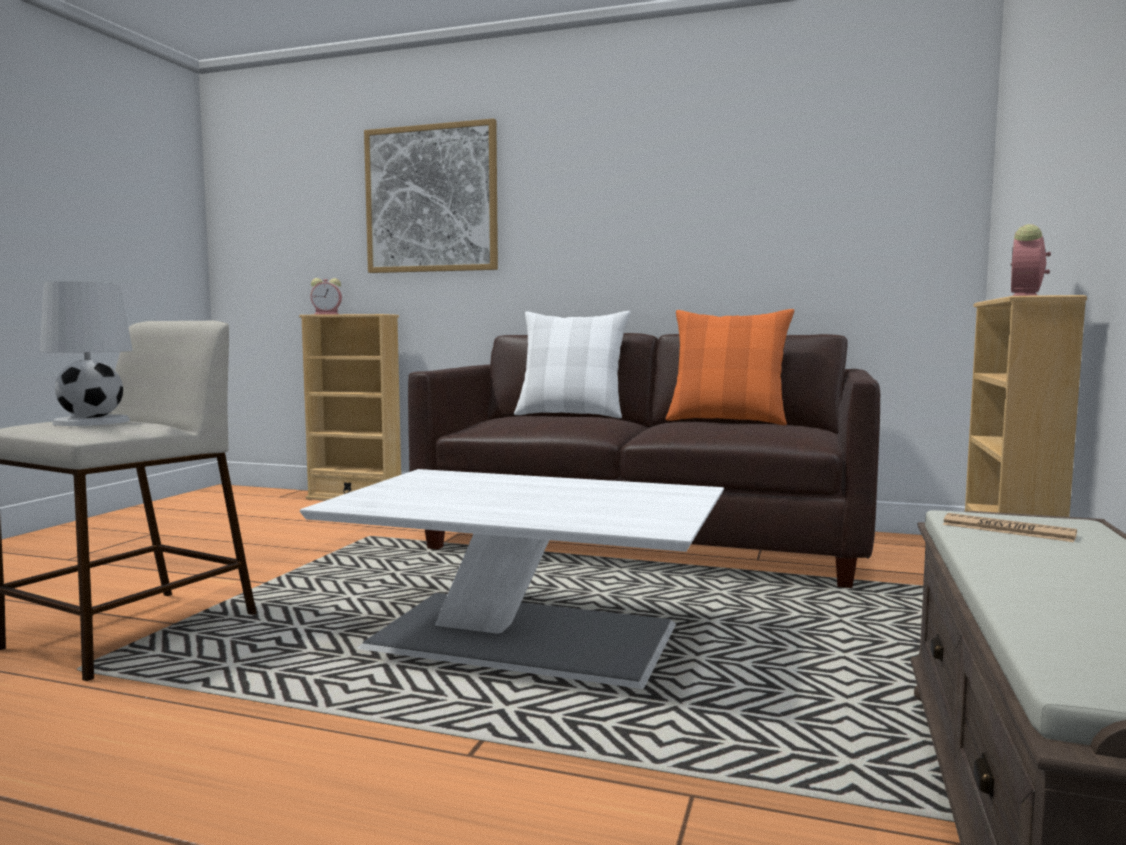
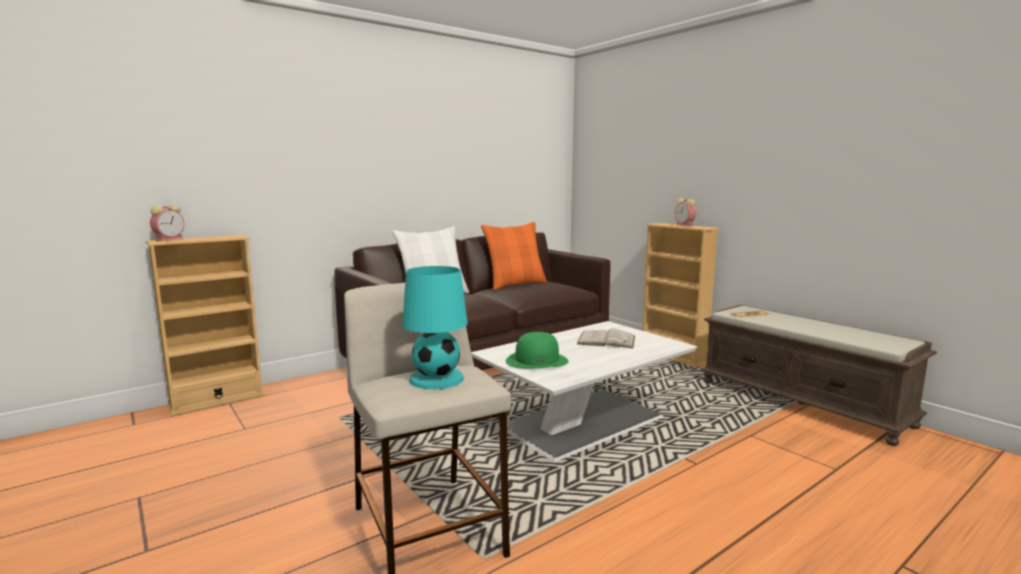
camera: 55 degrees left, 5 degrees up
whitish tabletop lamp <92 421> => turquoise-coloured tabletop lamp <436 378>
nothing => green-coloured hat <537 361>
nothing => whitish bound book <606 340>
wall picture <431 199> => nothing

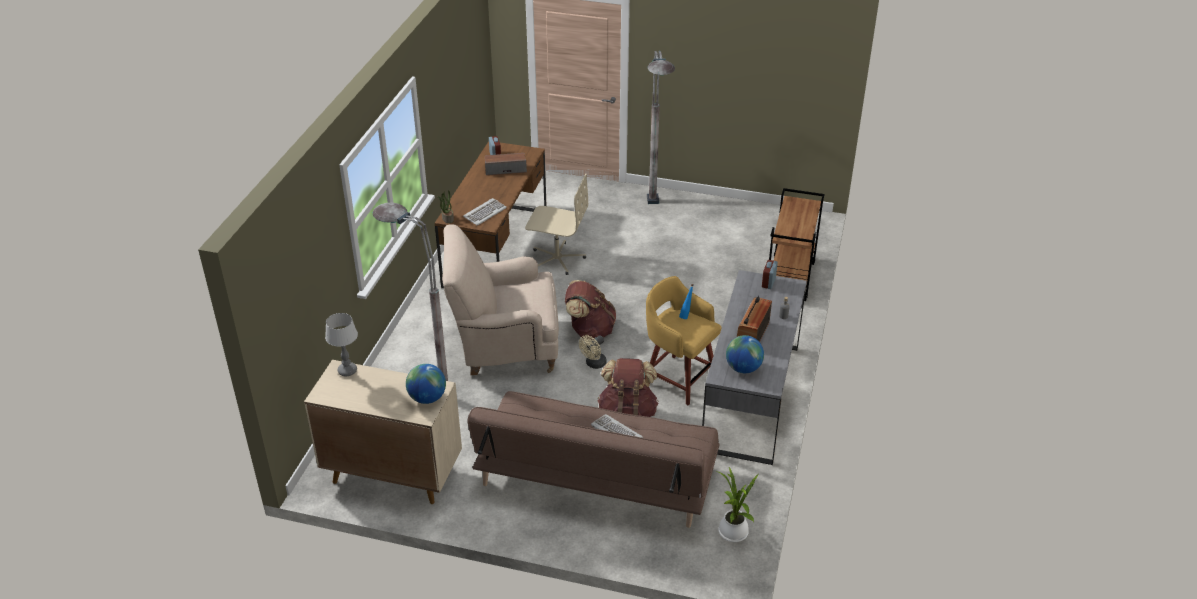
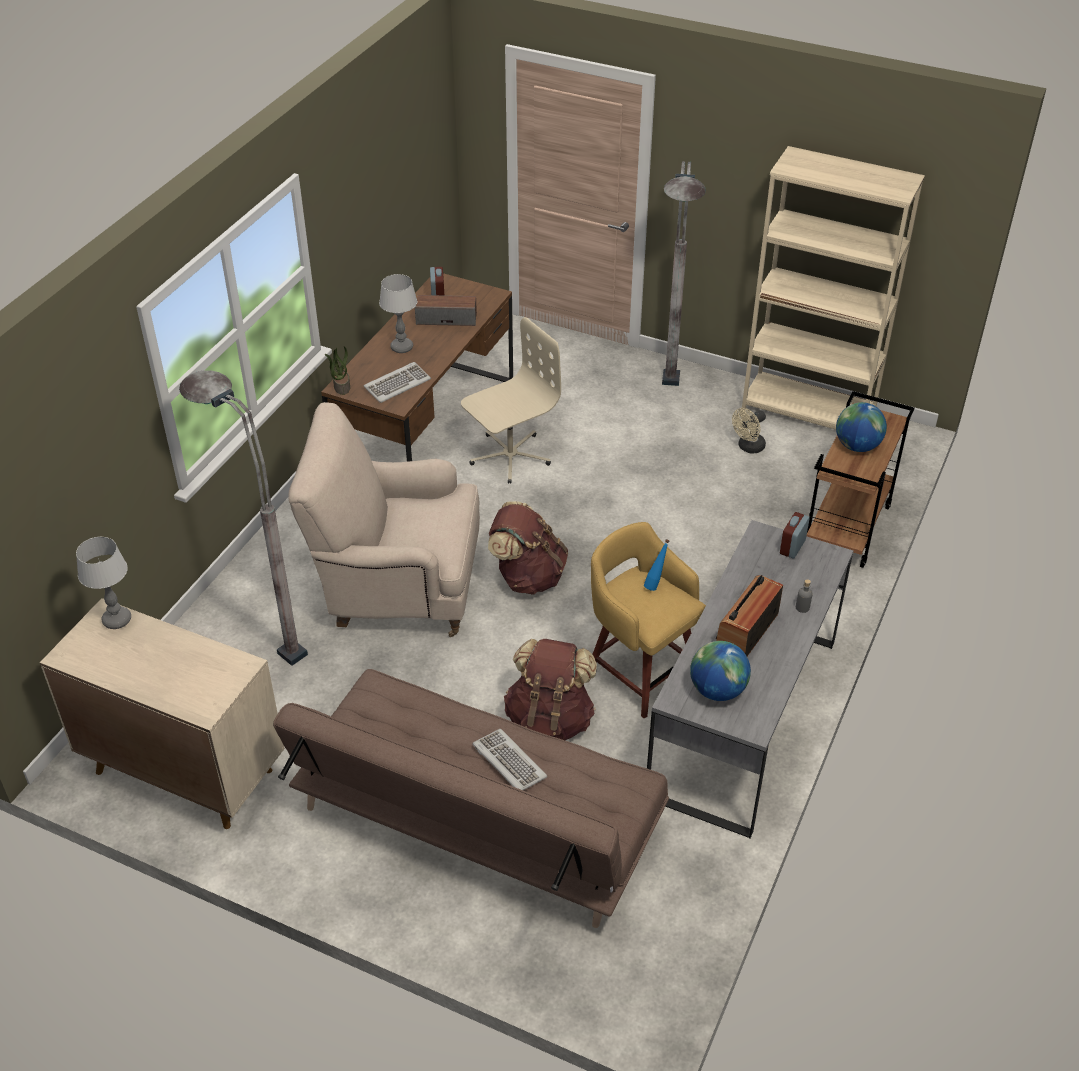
camera: 10 degrees right, 5 degrees up
nothing => tabletop lamp <402 347>
beige-coloured computer chair <557 259> => beige-coloured computer chair <509 456>, 60 degrees counterclockwise
beige-coloured cooling fan <594 364> => beige-coloured cooling fan <748 447>, relocated
nothing => beige-coloured bookshelf <808 412>
globe <427 398> => globe <857 446>, relocated
potted plant <733 534> => nothing

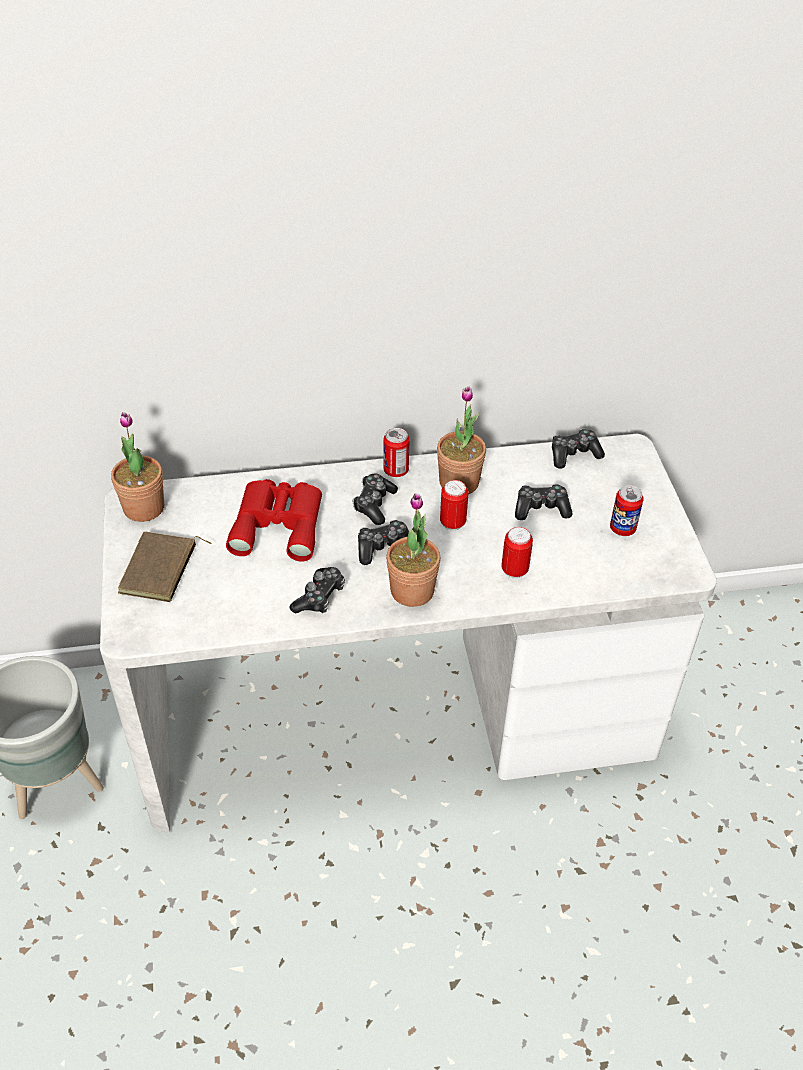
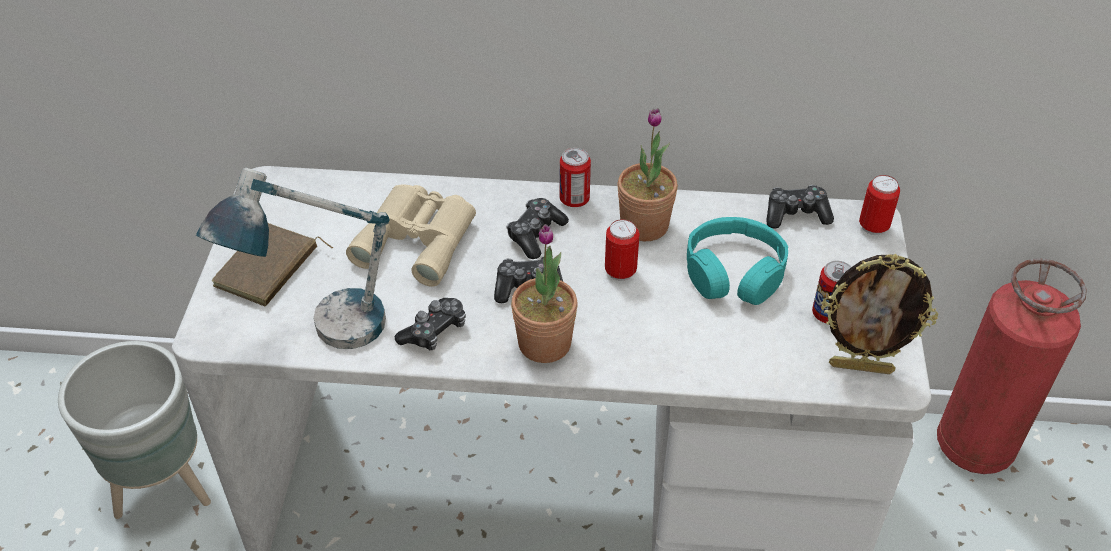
camera: 15 degrees right, 0 degrees up
nothing => tabletop lamp <321 334>
red-coloured binoculars <279 523> => beige-coloured binoculars <419 238>
game controller <541 508> => turquoise-coloured headset <734 272>
nothing => standing frame <861 367>
can <514 570> => can <873 227>, relocated
nothing => fire extinguisher <974 446>
potted plant <144 508> => nothing

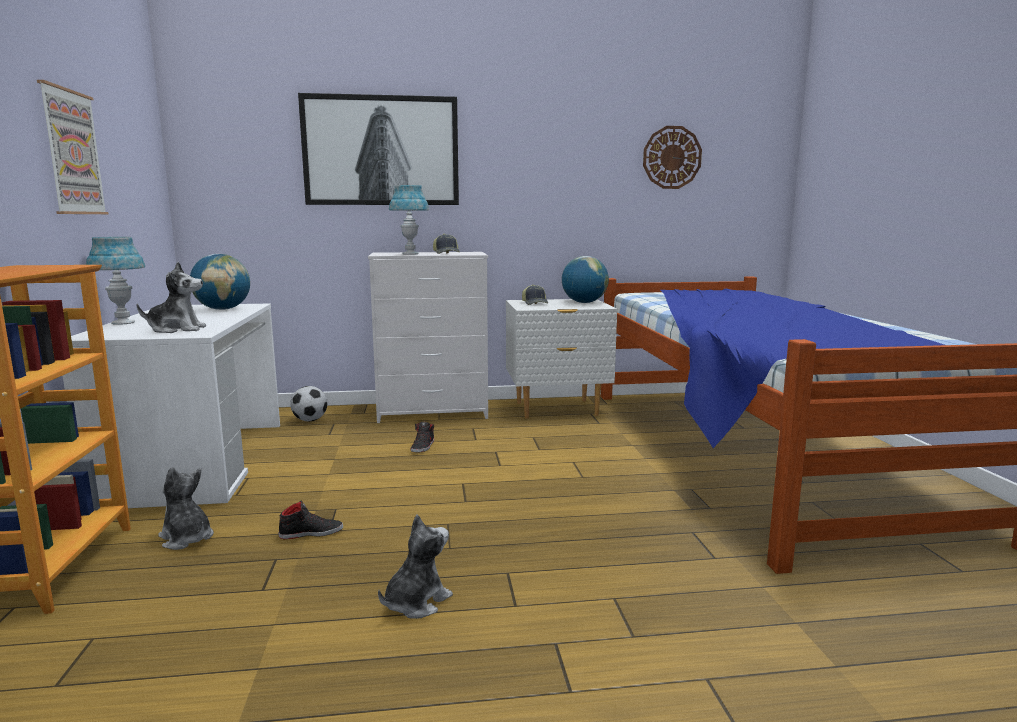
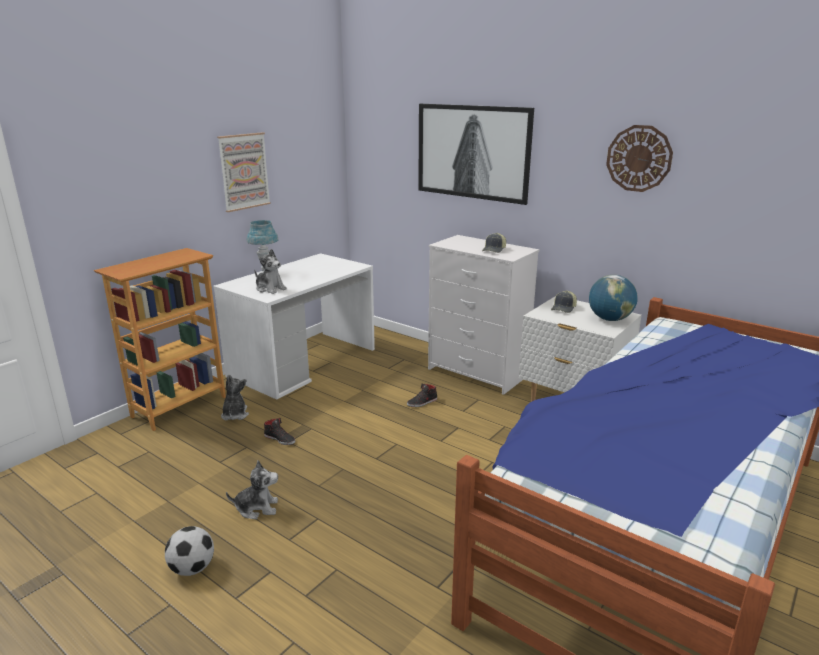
camera: 45 degrees right, 10 degrees up
football ball <310 420> => football ball <192 568>, relocated
hanging clock <672 157> => hanging clock <639 158>, relocated
globe <223 309> => nothing
blue-coloured tabletop lamp <410 254> => nothing

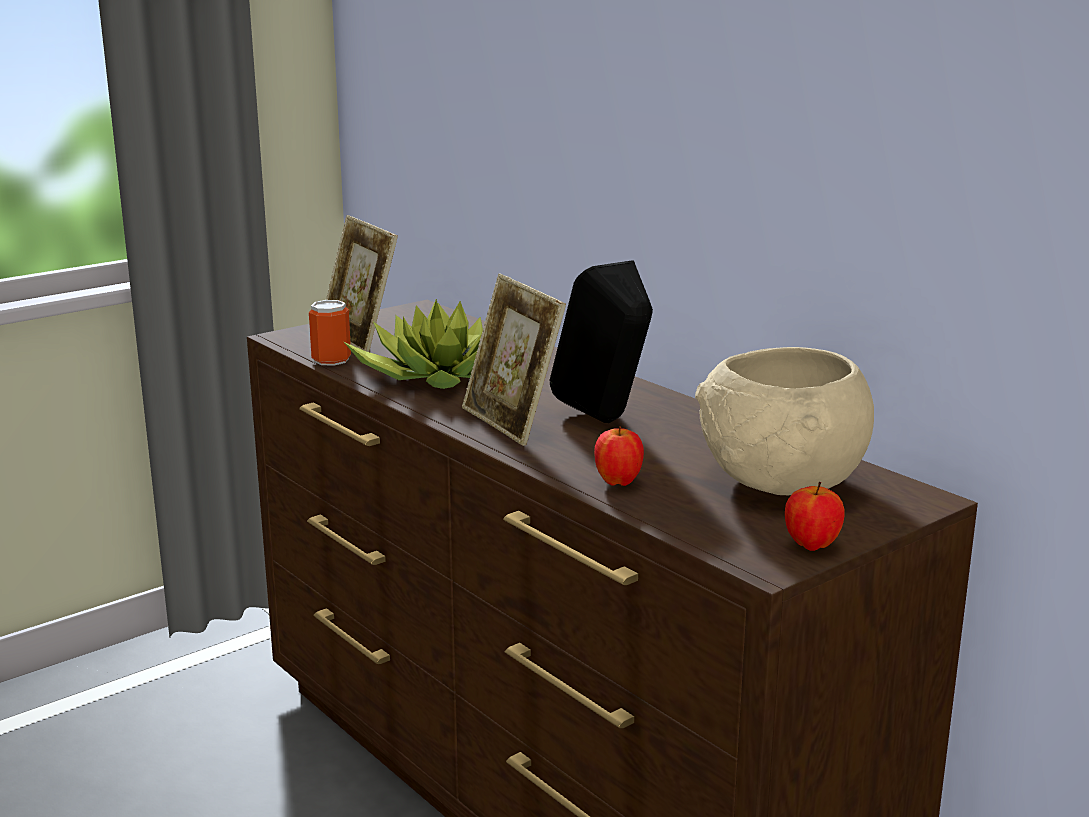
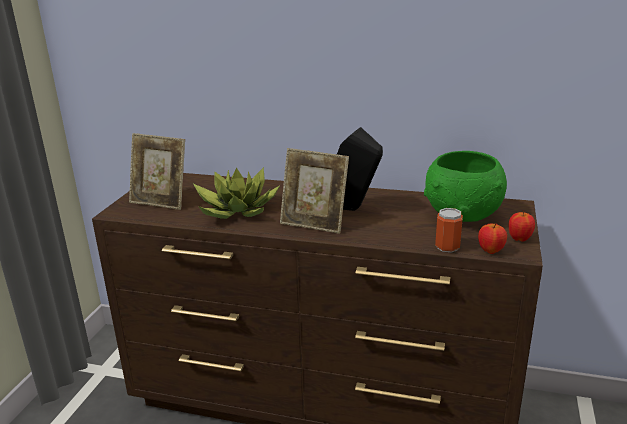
camera: 35 degrees left, 5 degrees up
beige-coloured deep dish <782 483> => green-coloured deep dish <463 215>
can <331 360> => can <447 247>, relocated
apple <618 482> => apple <490 251>, relocated

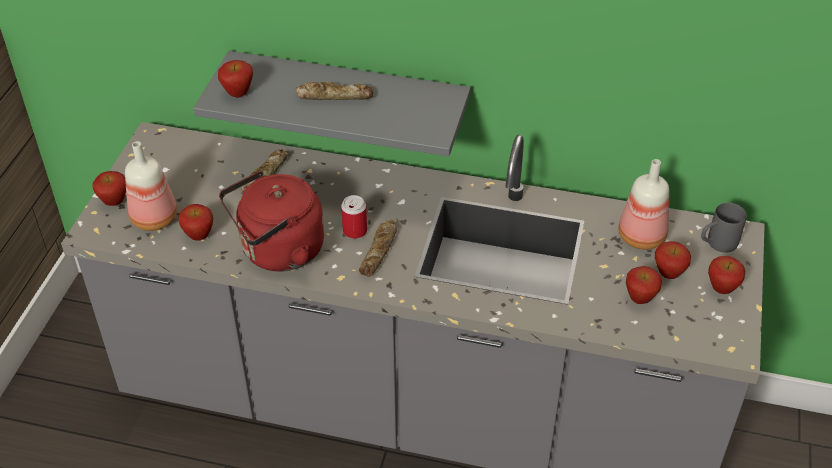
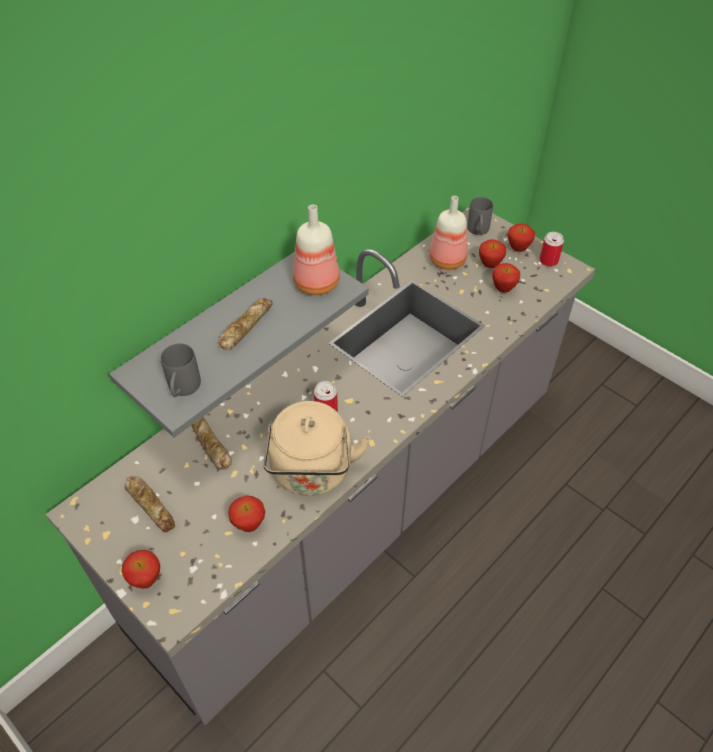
camera: 60 degrees left, 5 degrees up
bread <379 251> => bread <151 505>, relocated
apple <238 94> => grey tea mug <183 390>
red-coloured kettle <278 252> => beige-coloured kettle <312 473>
drink bottle <154 217> => drink bottle <315 283>, relocated
nothing => can <548 261>

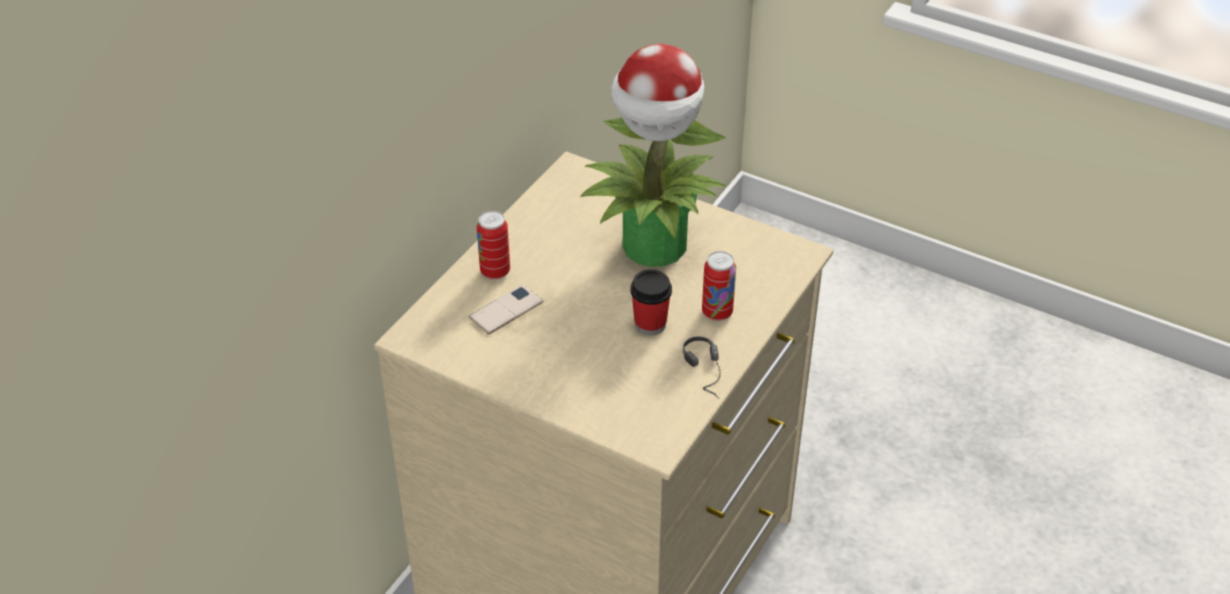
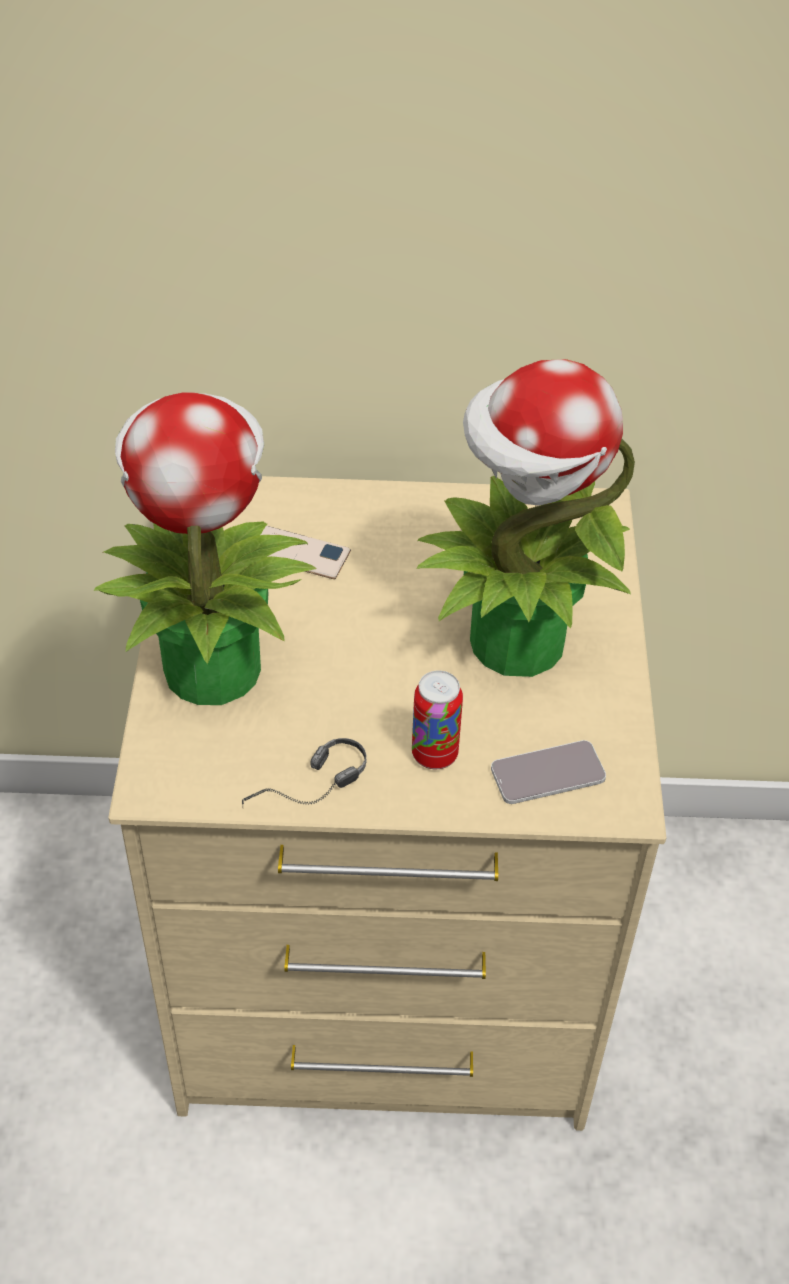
camera: 60 degrees right, 5 degrees up
nothing => potted plant <211 665>
nothing => telephone <548 774>
can <495 271> => nothing
cup <650 324> => nothing

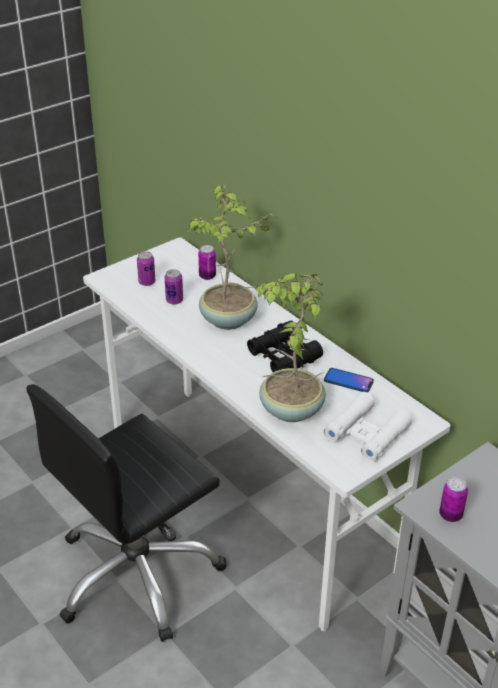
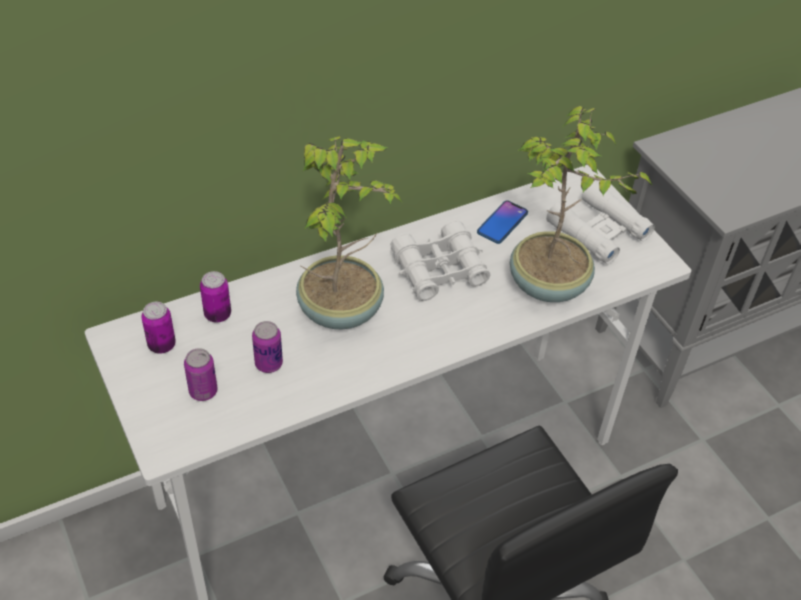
camera: 80 degrees left, 10 degrees up
can <450 515> => can <162 345>, relocated
black binoculars <284 356> => whitish binoculars <439 270>

